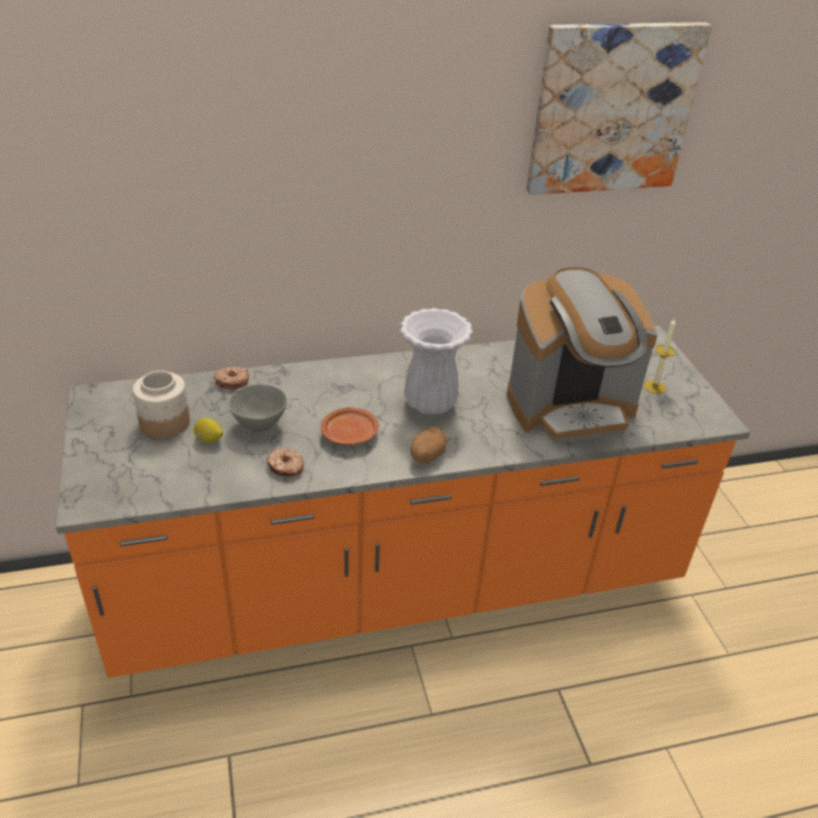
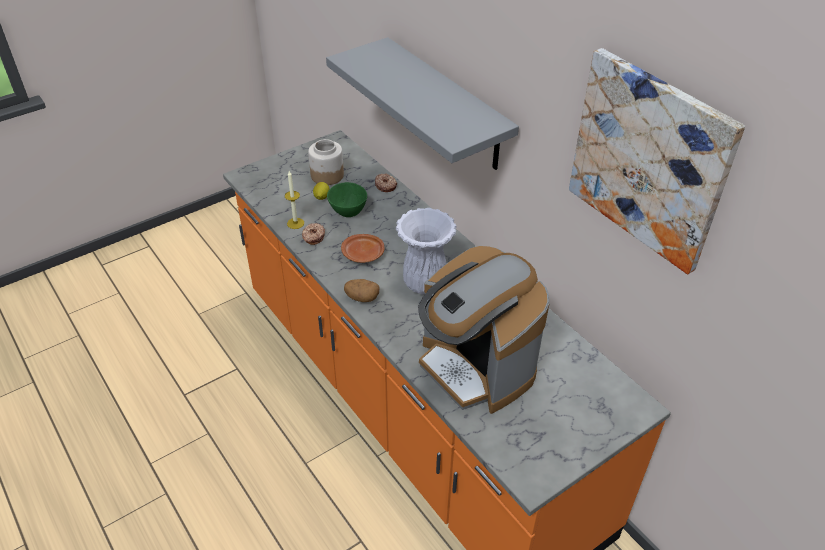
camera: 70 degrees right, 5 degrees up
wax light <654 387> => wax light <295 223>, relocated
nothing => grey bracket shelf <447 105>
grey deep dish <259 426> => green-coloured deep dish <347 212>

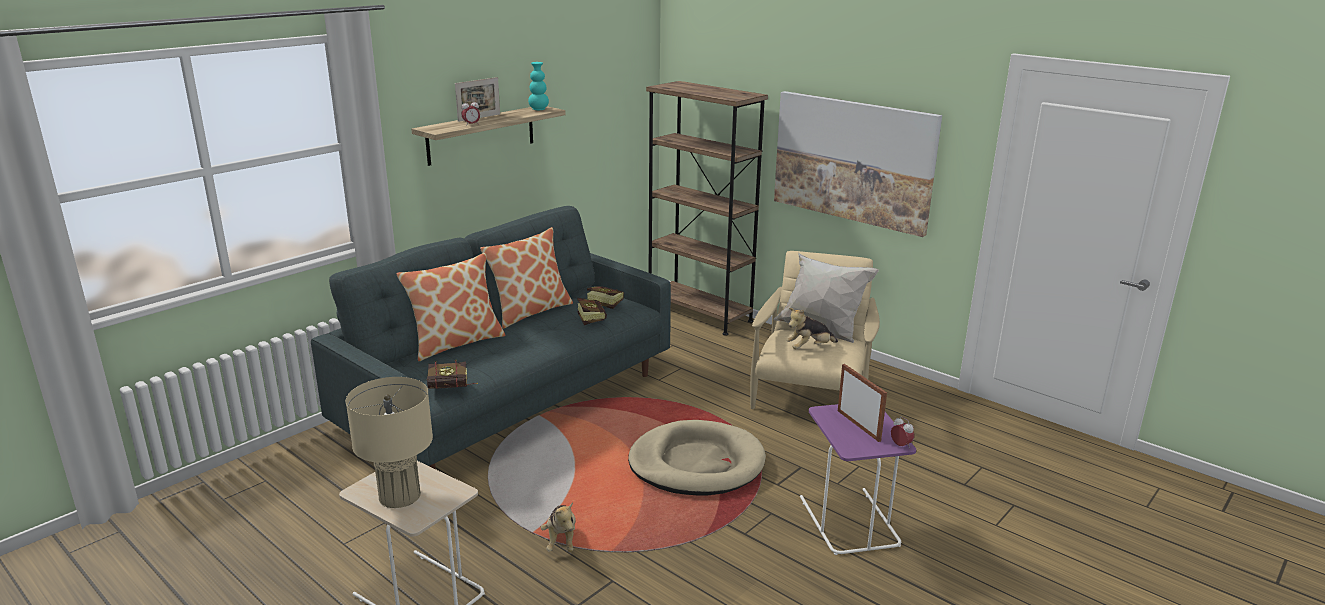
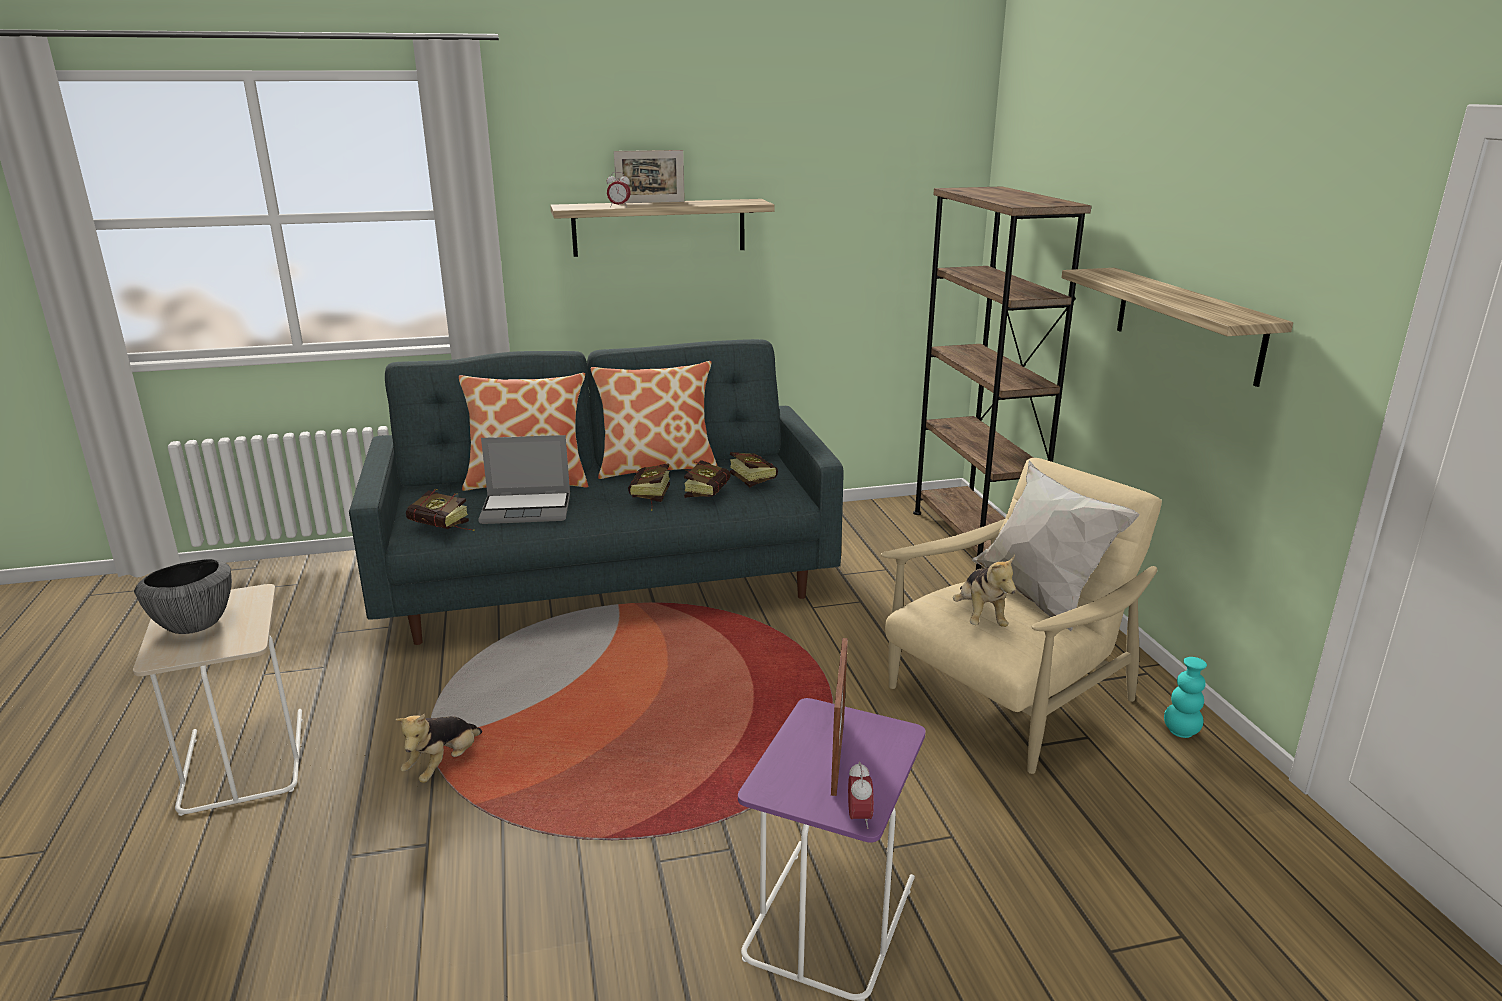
camera: 35 degrees right, 0 degrees up
beige-coloured tabletop lamp <399 495> => deep dish <195 625>
nothing => laptop <527 509>
nothing => bound book <649 499>
cuddly toy <809 348> => cuddly toy <980 617>, 105 degrees counterclockwise
wall picture <853 160> => bracket shelf <1187 323>
turquoise-coloured vase <538 109> => turquoise-coloured vase <1180 732>, relocated
beige-coloured dog cushion <696 463> => nothing

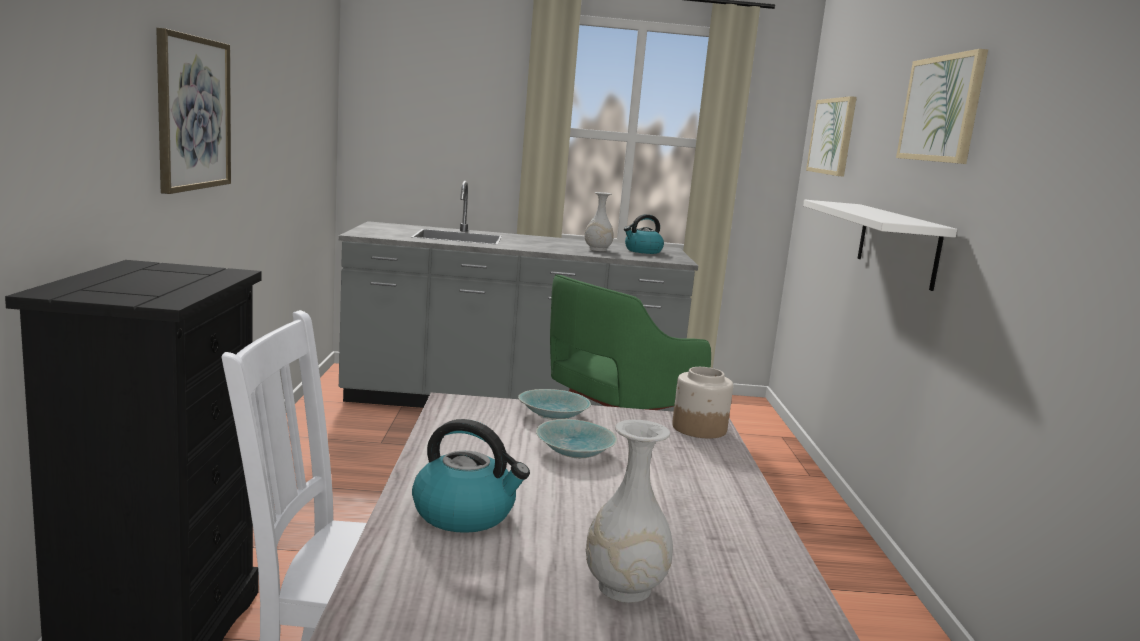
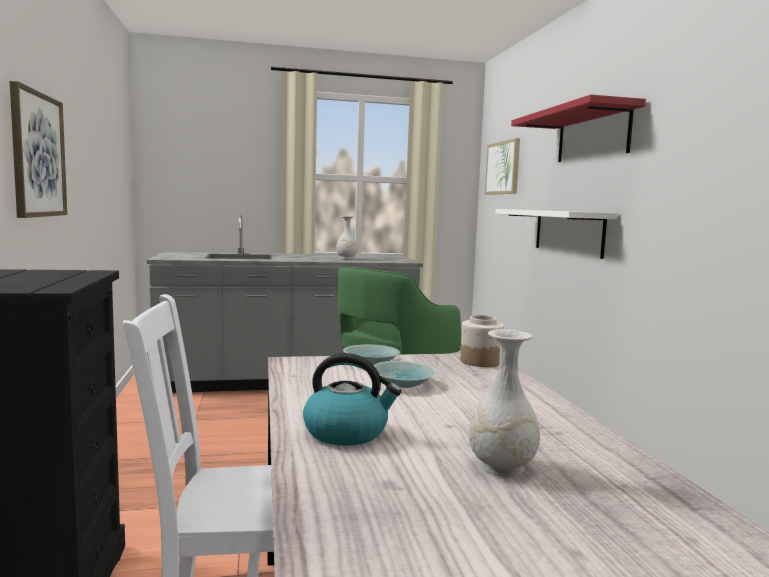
camera: 10 degrees left, 5 degrees down
wall picture <941 109> => red-coloured bracket shelf <592 135>
kettle <642 251> => nothing

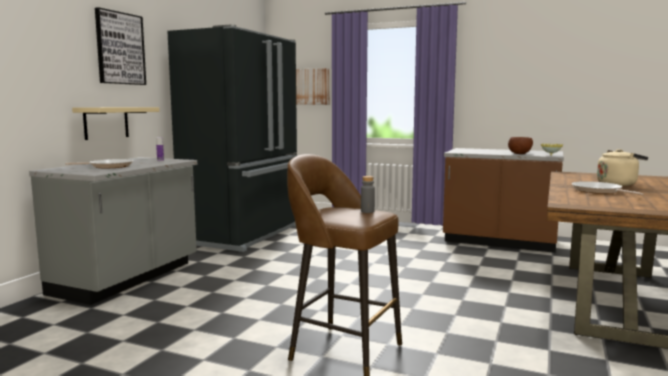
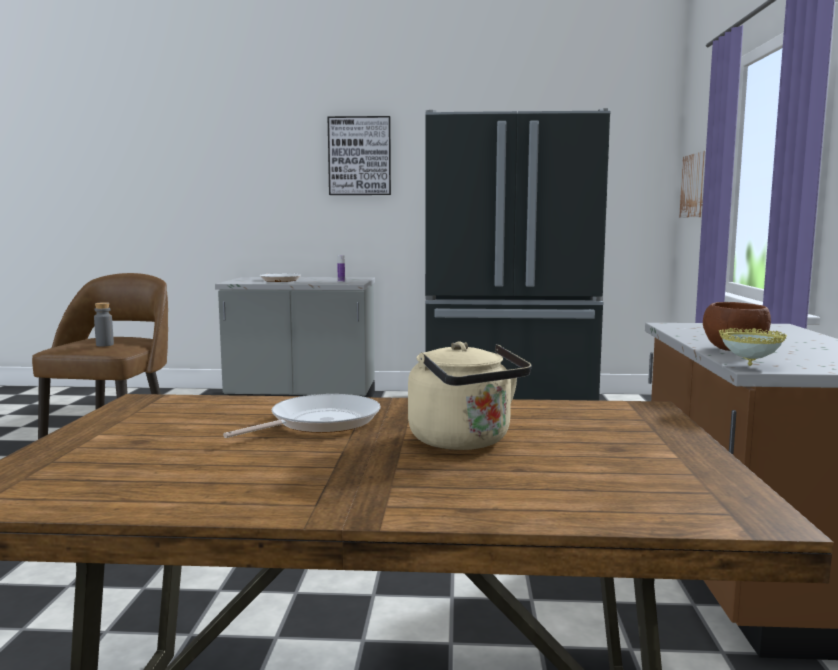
camera: 70 degrees right, 0 degrees up
beige-coloured bracket shelf <106 122> => nothing

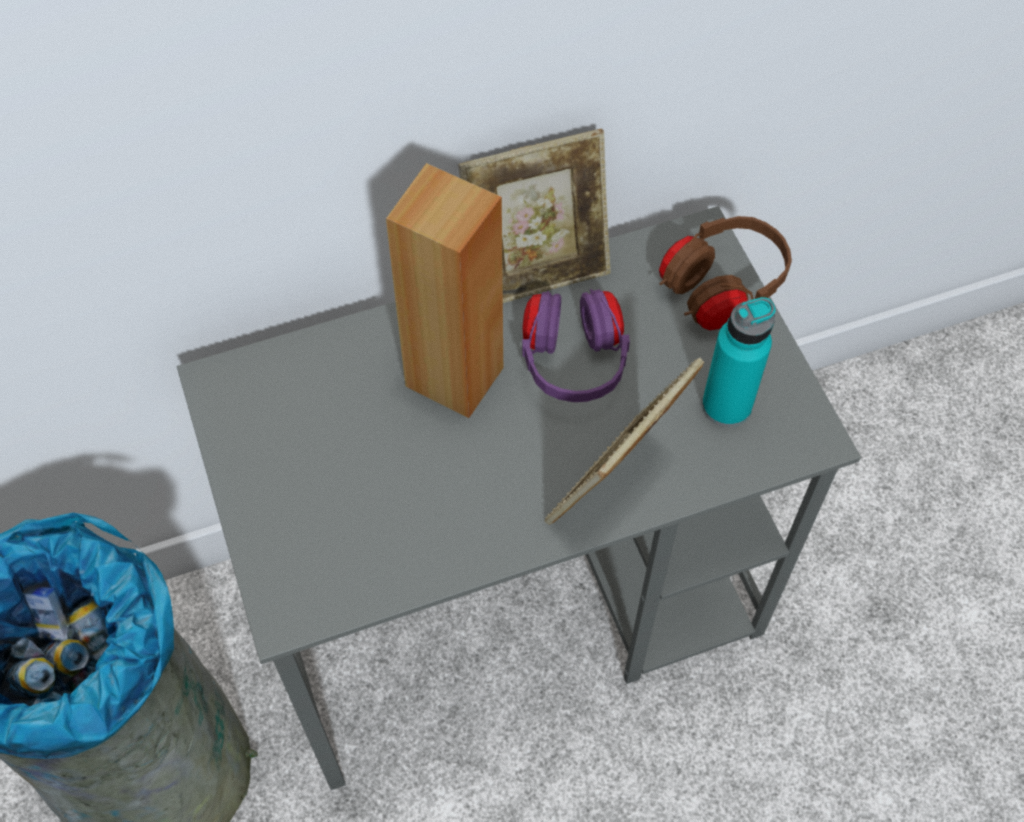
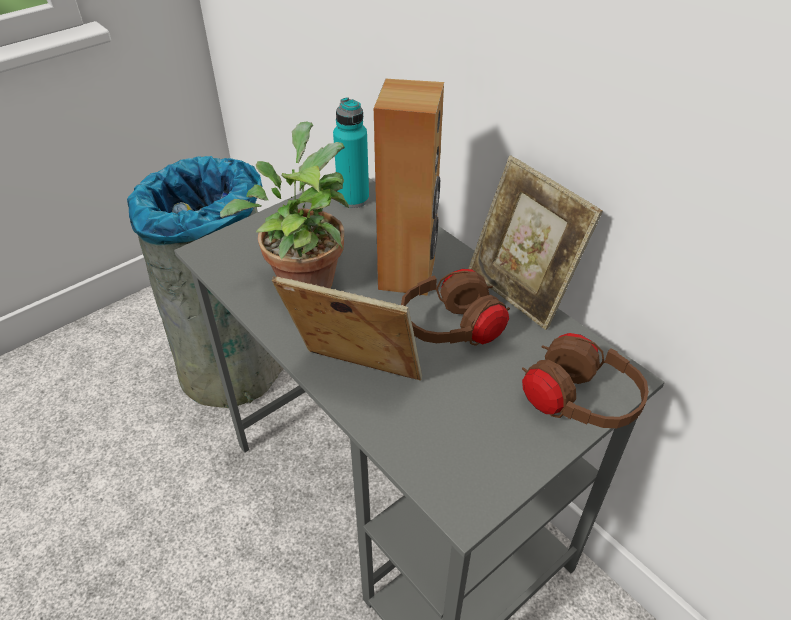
camera: 70 degrees right, 15 degrees down
nothing => potted plant <305 278>
turquoise-coloured drink bottle <726 405> => turquoise-coloured drink bottle <353 199>, relocated
purple headset <573 363> => brownish headset <452 330>

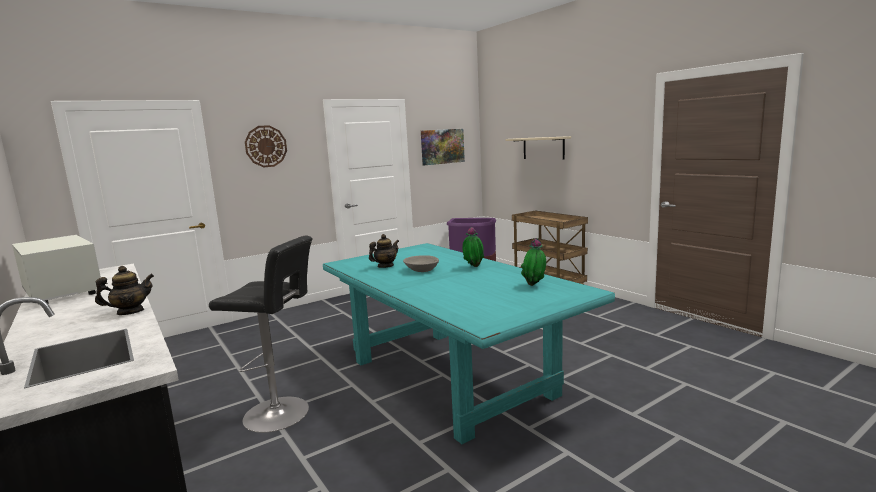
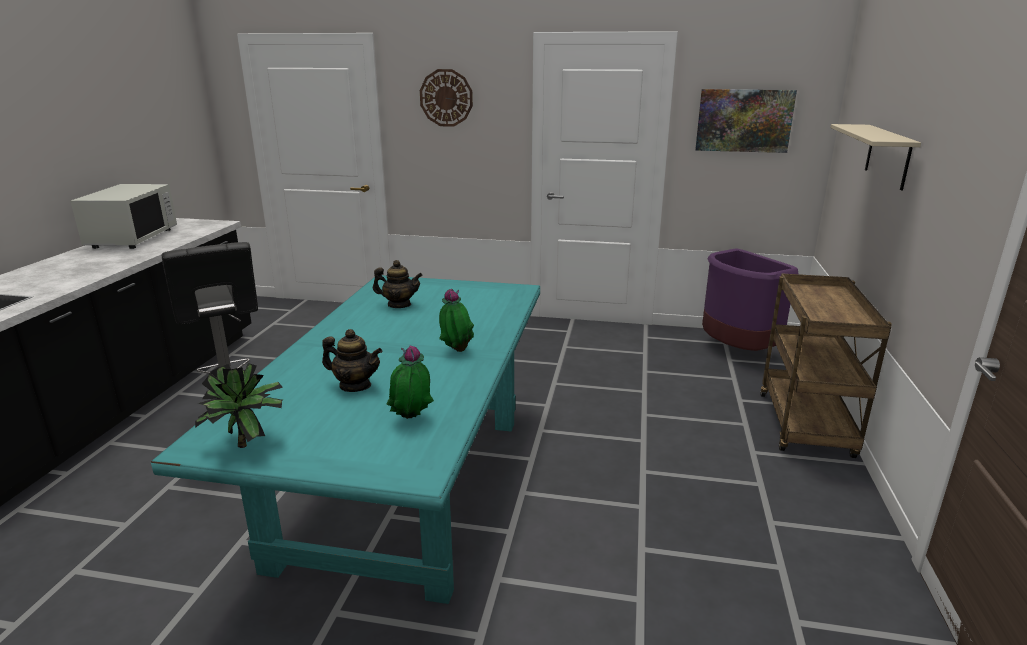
camera: 45 degrees right, 10 degrees up
nothing => potted plant <249 445>
pot for tea <130 312> => pot for tea <355 386>, relocated
grey deep dish <421 270> => nothing

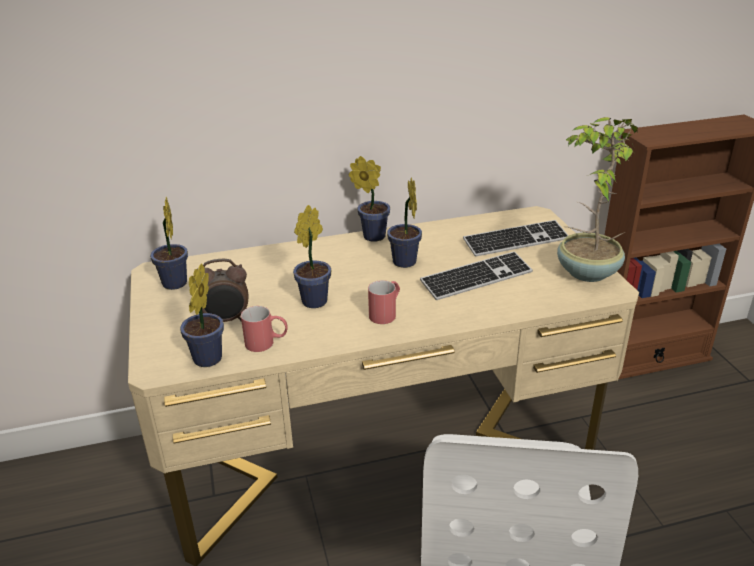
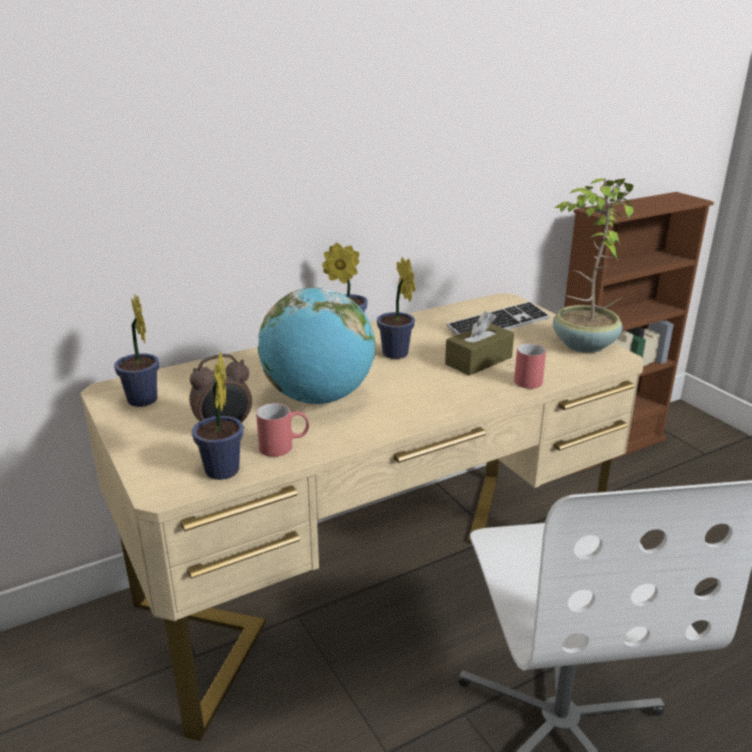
camera: 15 degrees left, 5 degrees down
potted plant <317 300> => globe <319 398>
PC keyboard <476 278> => brownish tissue holder <478 361>
red-coloured tea mug <386 313> => red-coloured tea mug <529 379>, relocated

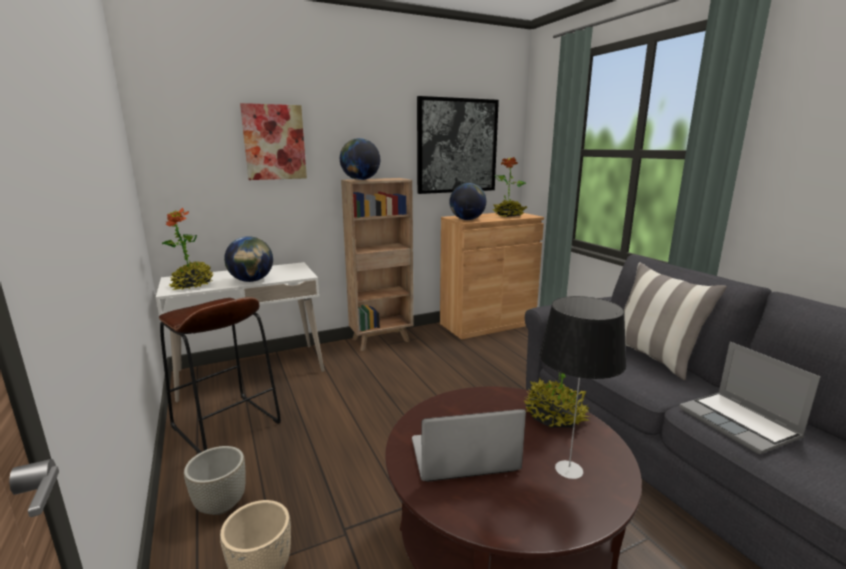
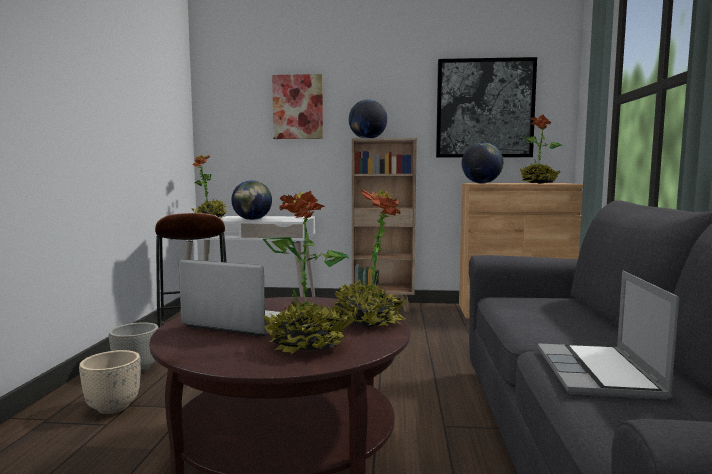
camera: 30 degrees right, 10 degrees down
tabletop lamp <569 470> => potted plant <307 345>
throw pillow <653 357> => nothing

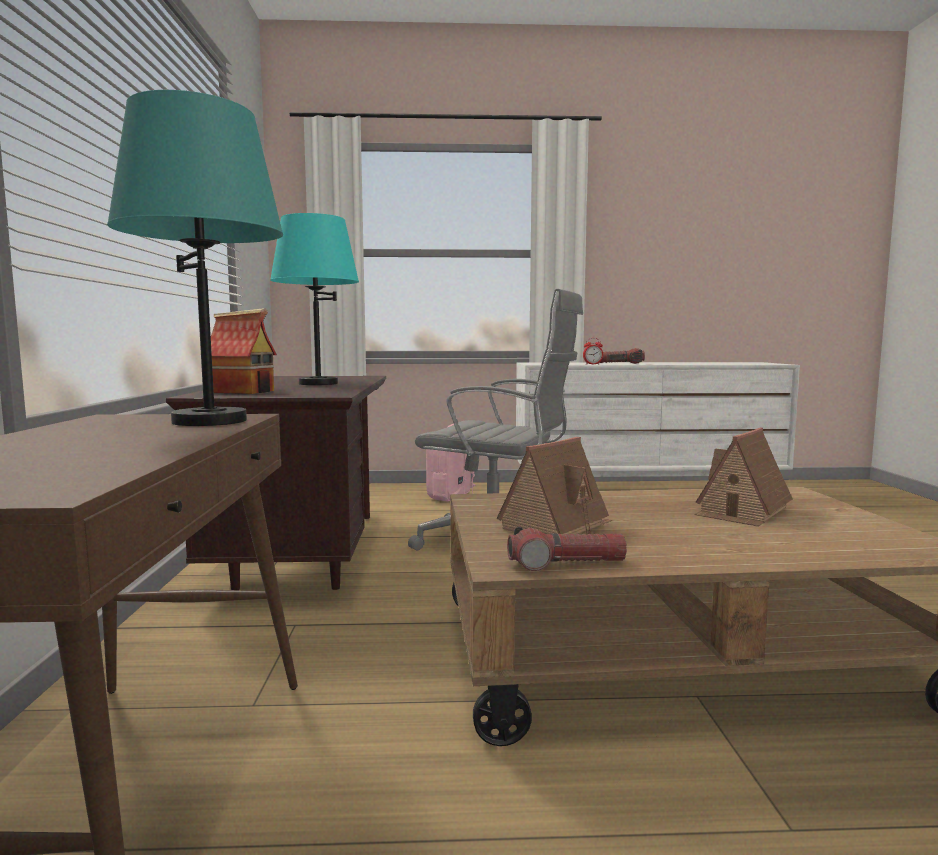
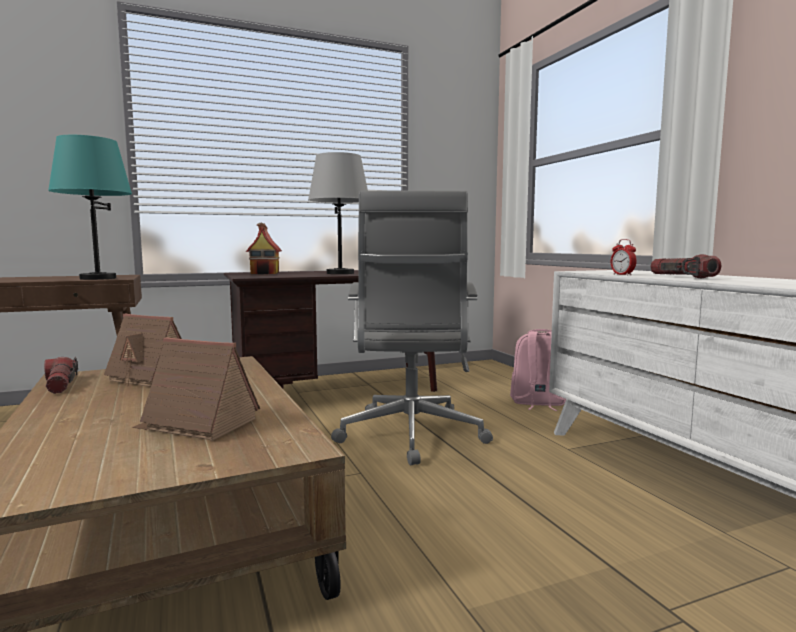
camera: 70 degrees right, 0 degrees up
turquoise-coloured tabletop lamp <317 383> => grey tabletop lamp <340 273>

